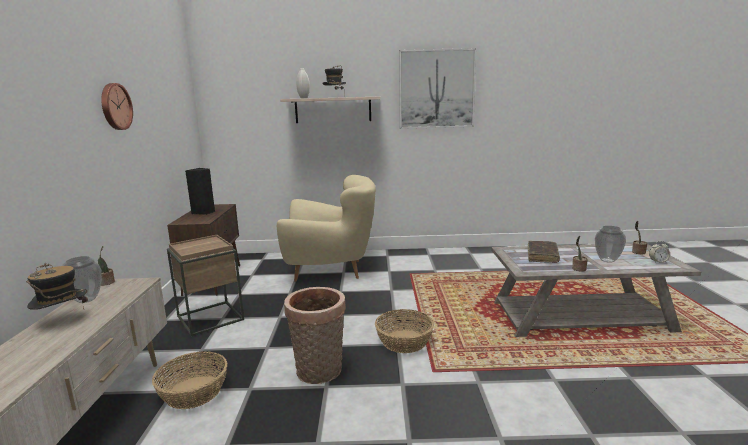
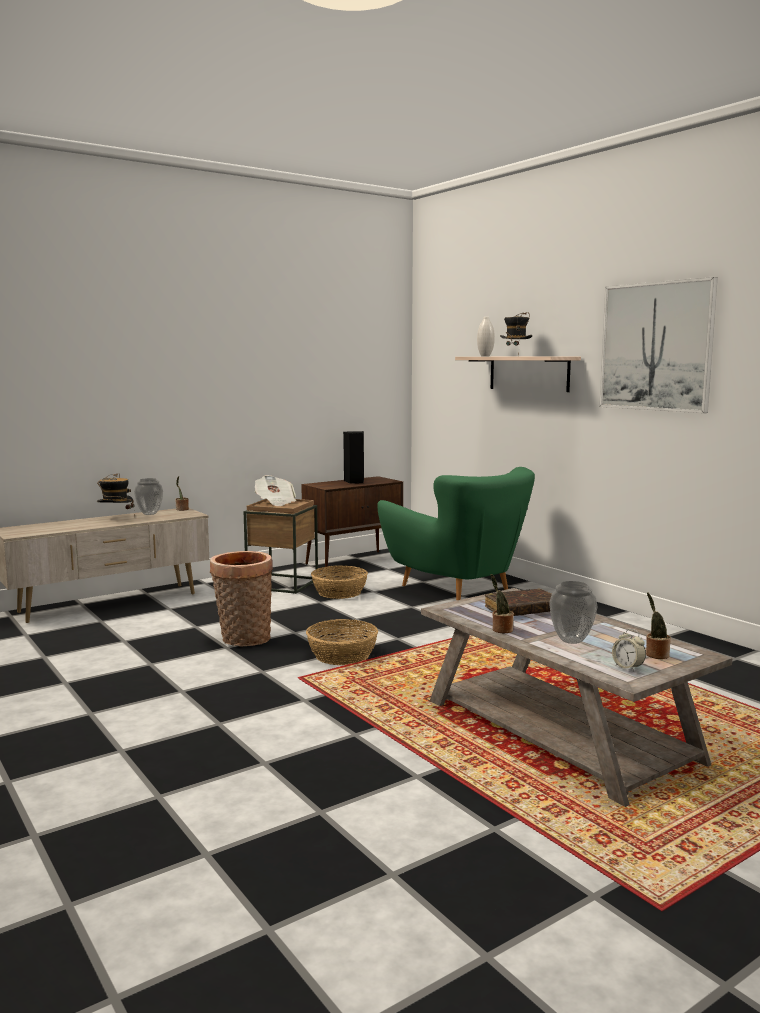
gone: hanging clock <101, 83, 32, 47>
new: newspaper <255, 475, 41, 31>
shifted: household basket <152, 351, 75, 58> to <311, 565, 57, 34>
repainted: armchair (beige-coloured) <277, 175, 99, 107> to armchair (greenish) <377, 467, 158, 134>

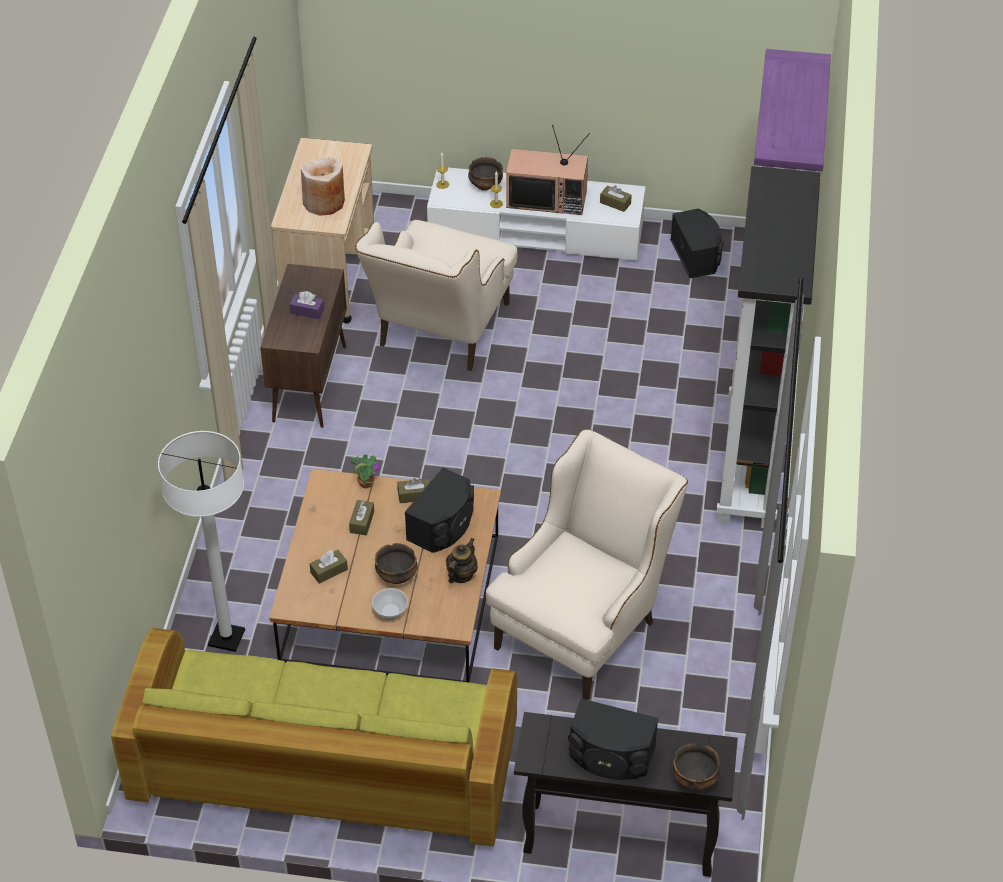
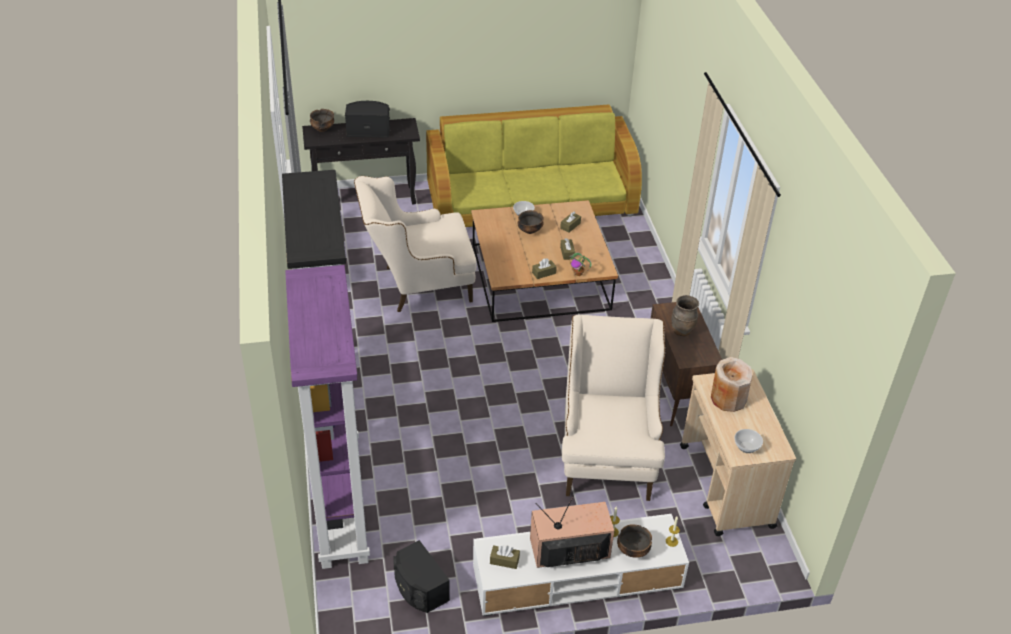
gone: standard lamp (whitish) <158, 431, 87, 221>; loudspeaker (black-coloured) <405, 468, 69, 85>; pot for tea <446, 538, 32, 45>
new: deep dish <734, 429, 29, 24>
swapped: box of tissues (purplish) <289, 291, 35, 28> to decorative vase (brown-coloured) <672, 295, 27, 41>
rotated: armchair (beige-coloured) <486, 429, 202, 271> = <354, 176, 123, 136> 60 degrees clockwise

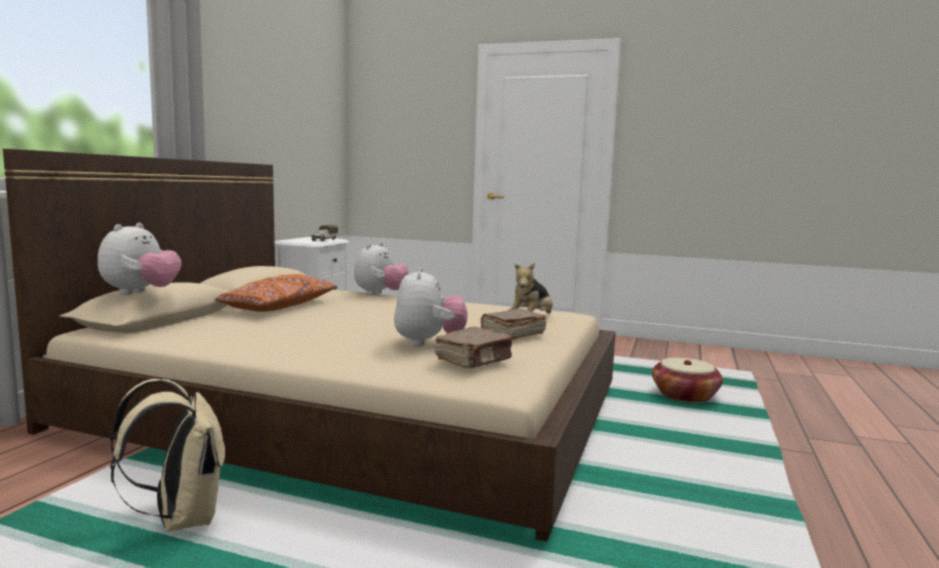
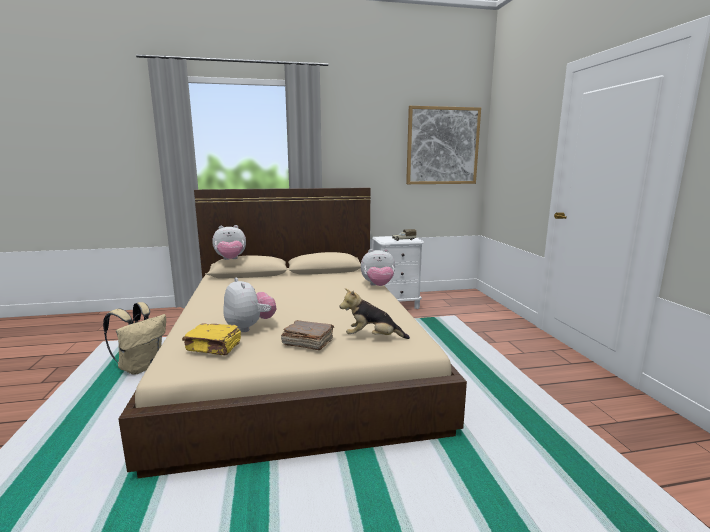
gone: throw pillow (orange-coloured) <214, 274, 123, 38>; household basket <652, 358, 71, 45>
new: picture <406, 106, 75, 78>
repainted: book (brown-coloured) <435, 327, 77, 41> to book (yellow) <182, 323, 59, 32>
rotated: plush toy <394, 267, 74, 79> = <223, 277, 53, 55> 90 degrees counterclockwise

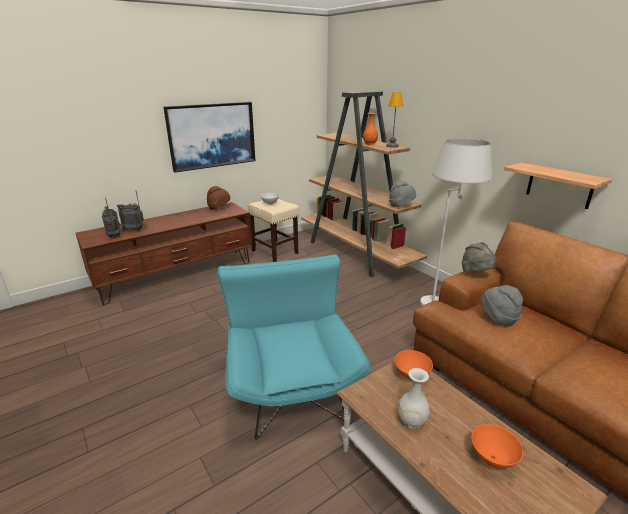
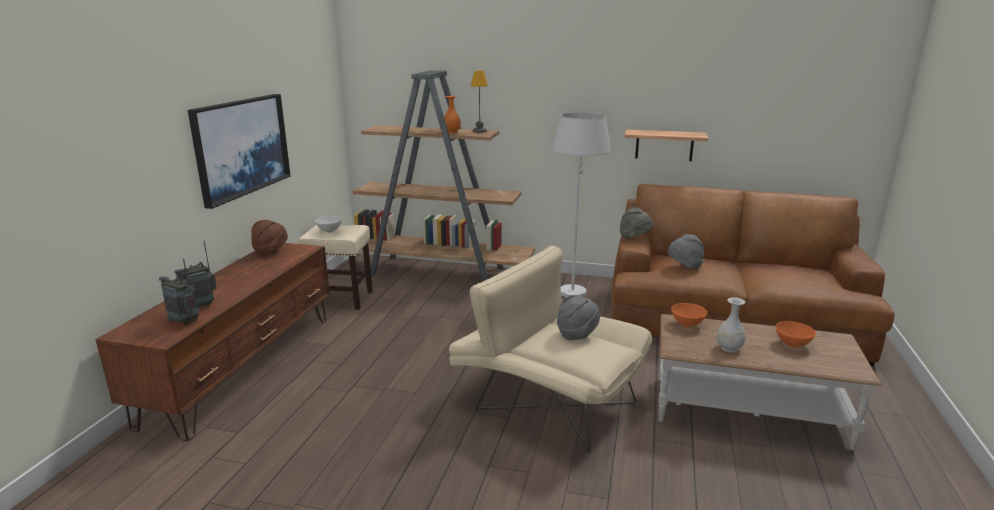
shifted: wearable hat (gray) <389, 181, 27, 26> to <557, 295, 43, 45>
repainted: armchair (turquoise-coloured) <218, 254, 153, 186> to armchair (beige-coloured) <449, 246, 203, 207>

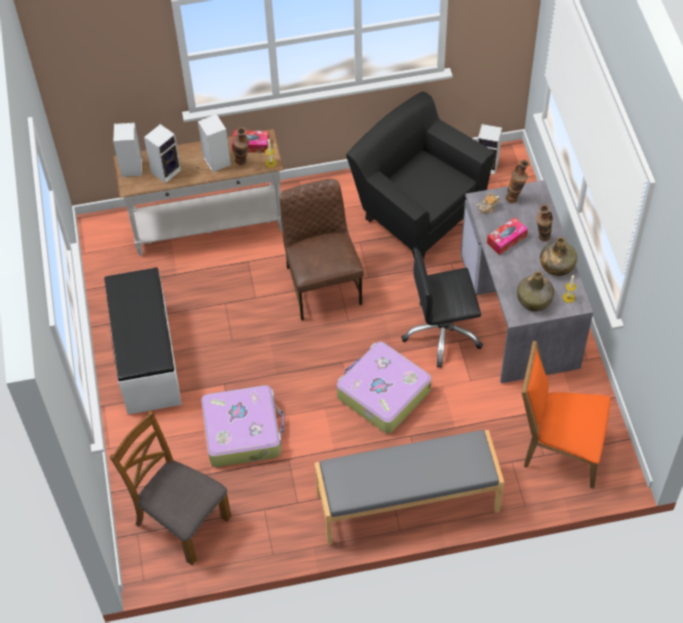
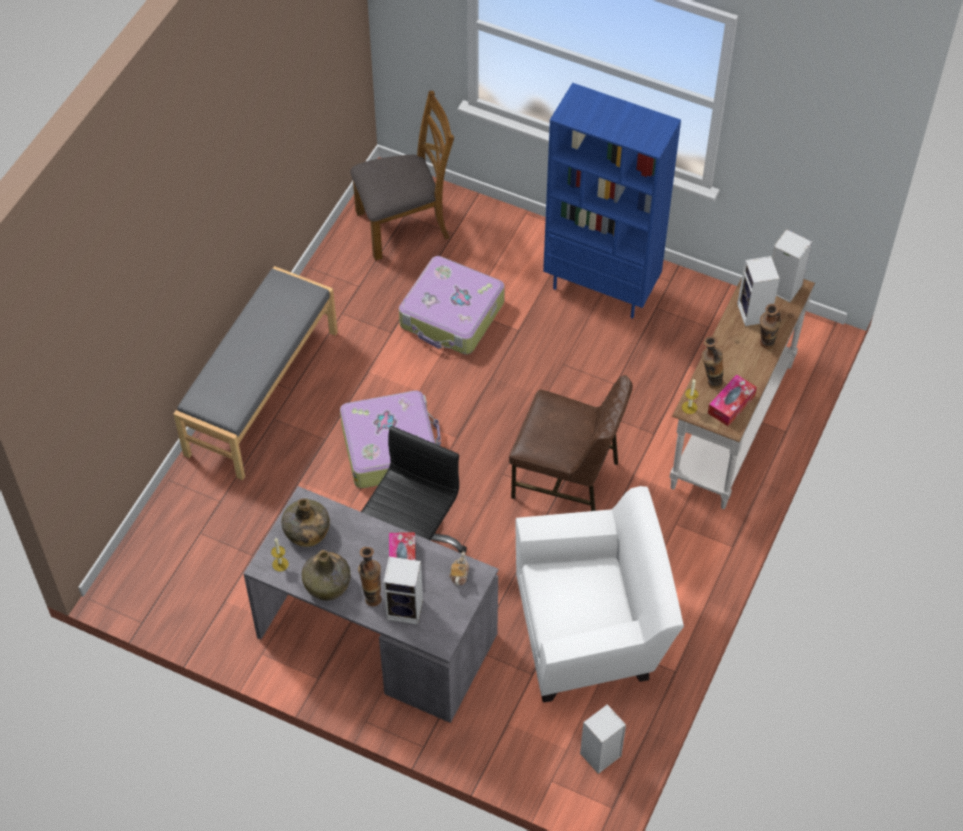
gone: upright chair (orange-coloured) <522, 340, 88, 149>
shifted: loudspeaker <198, 114, 33, 58> to <383, 556, 40, 68>; decorative vase <506, 159, 24, 44> to <760, 304, 21, 45>
swapped: bench (whitish) <104, 267, 78, 148> to shelving unit (blue) <543, 83, 138, 235>
repainted: armchair (black-coloured) <346, 91, 148, 169> to armchair (whitish) <516, 486, 168, 217>

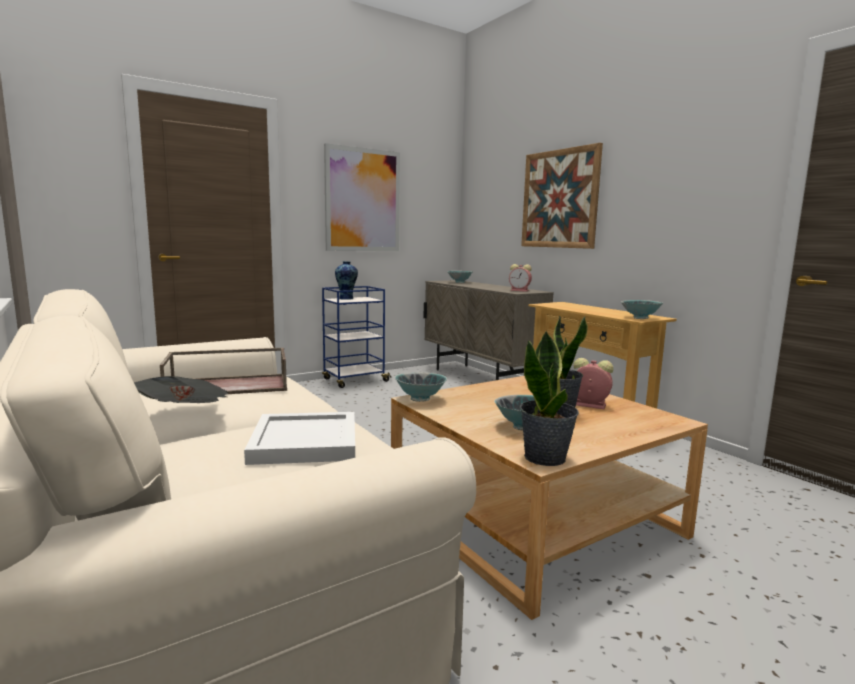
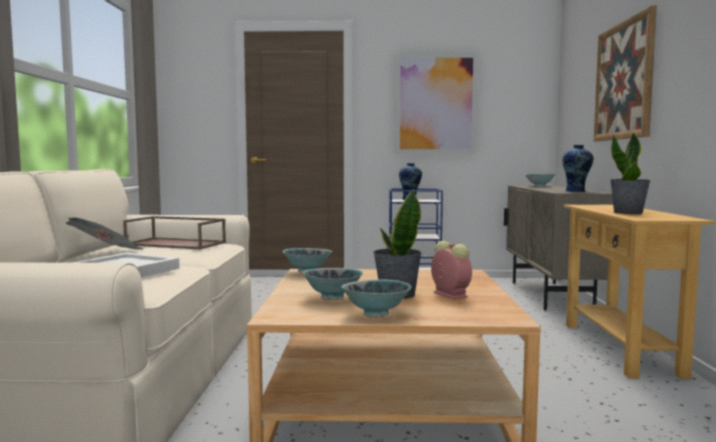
shifted: plant in a pot <520, 330, 59, 136> to <610, 132, 41, 82>; deep dish <621, 300, 42, 19> to <341, 280, 71, 38>
swapped: alarm clock <509, 264, 23, 28> to decorative vase <562, 145, 31, 47>

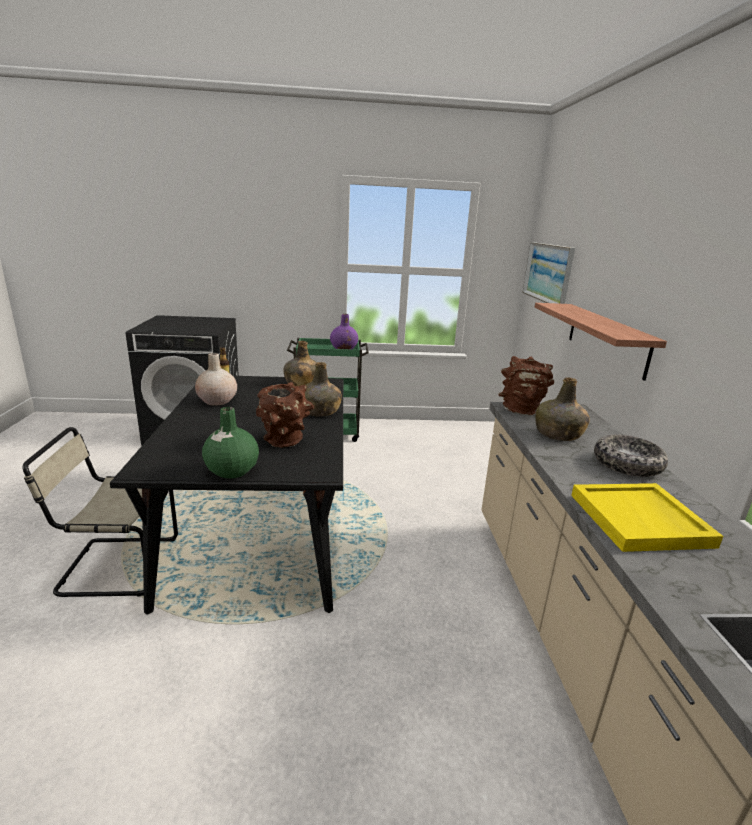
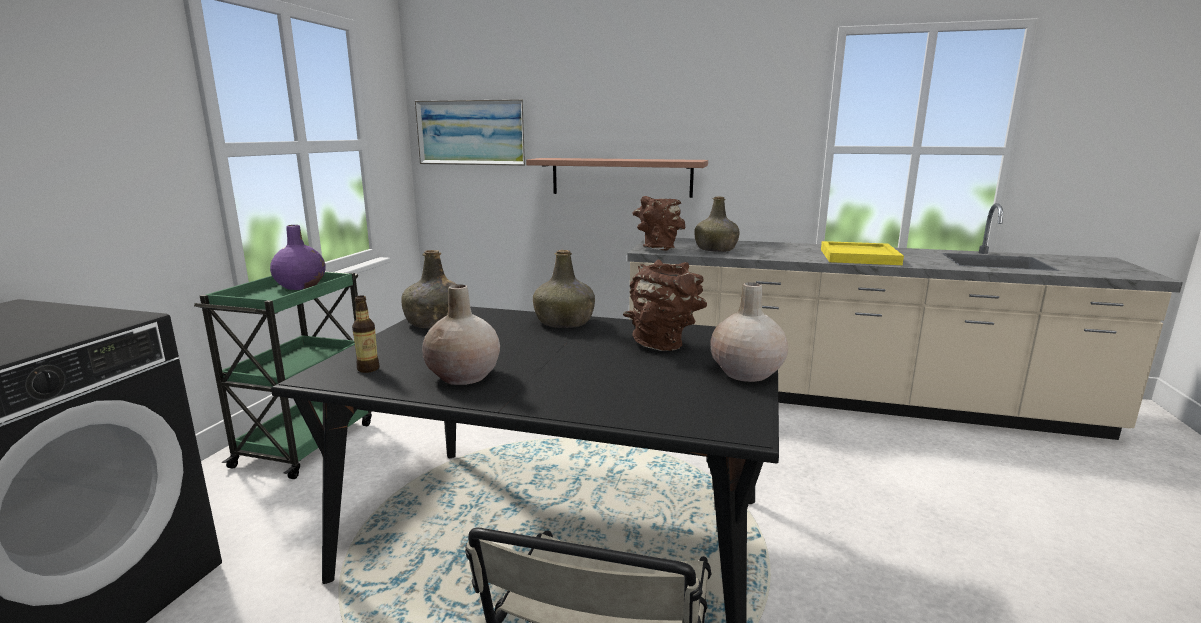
gone: deep dish <594, 435, 74, 42>
repainted: decorative vase (greenish) <202, 407, 57, 72> to decorative vase (beige-coloured) <710, 282, 78, 100>

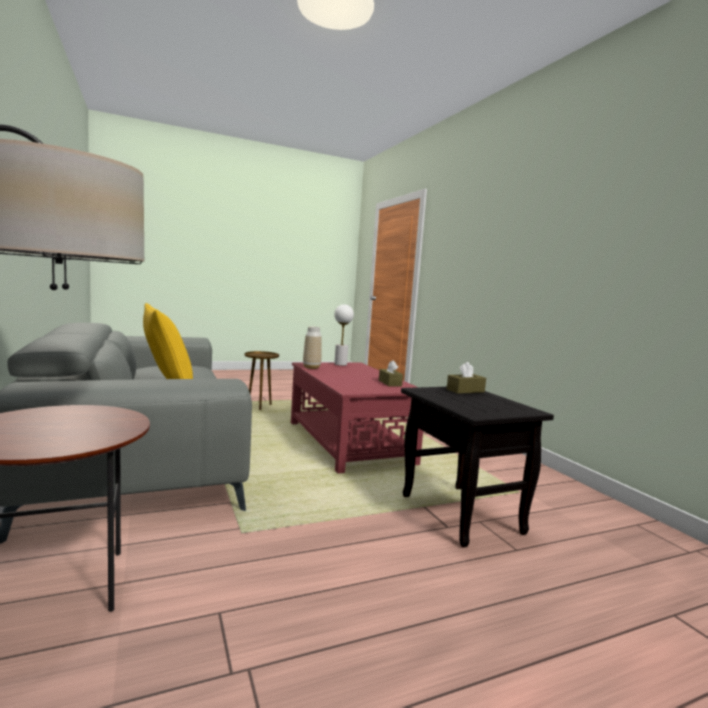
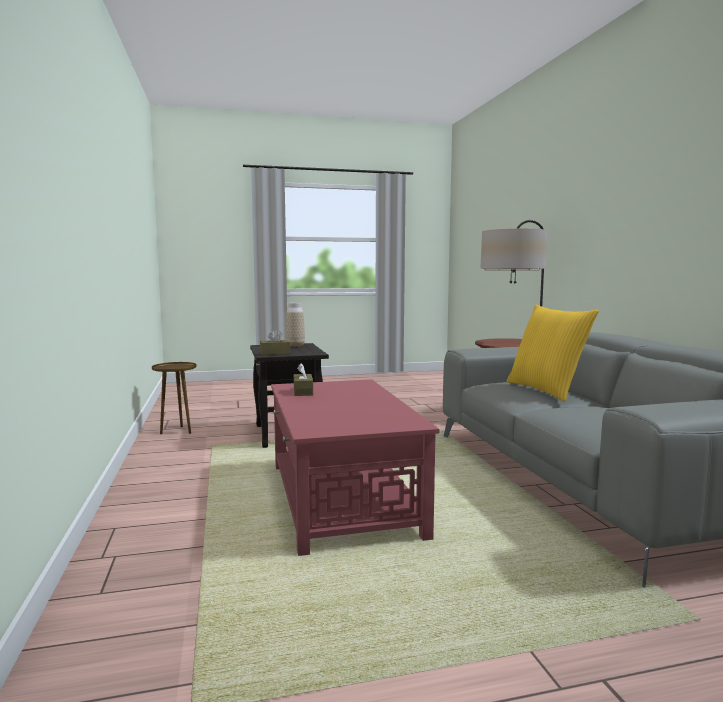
gone: tabletop lamp (whitish) <334, 304, 20, 62>
shifted: end table (brown-coloured) <244, 351, 35, 59> to <152, 362, 45, 72>; decorative vase <303, 326, 19, 43> to <286, 302, 19, 44>

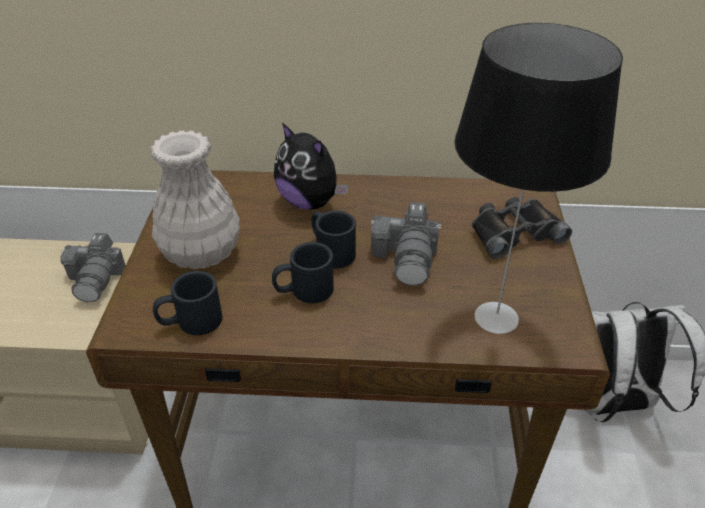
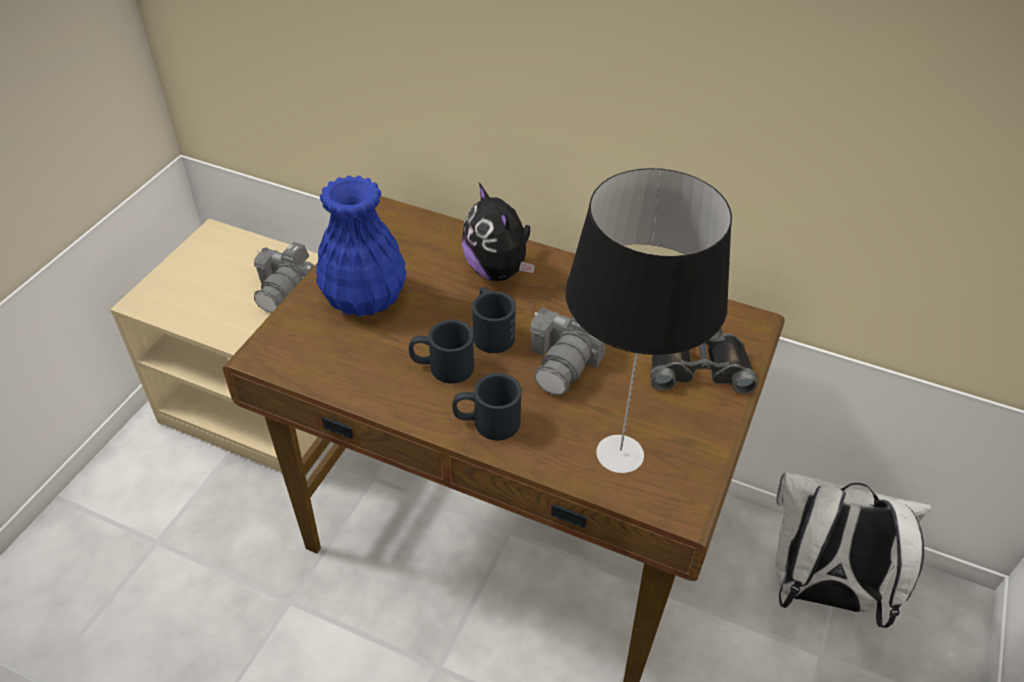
shifted: tea mug (black-coloured) <153, 271, 70, 64> to <452, 373, 70, 67>
repainted: decorative vase (whitish) <150, 130, 90, 139> to decorative vase (blue) <316, 175, 91, 141>

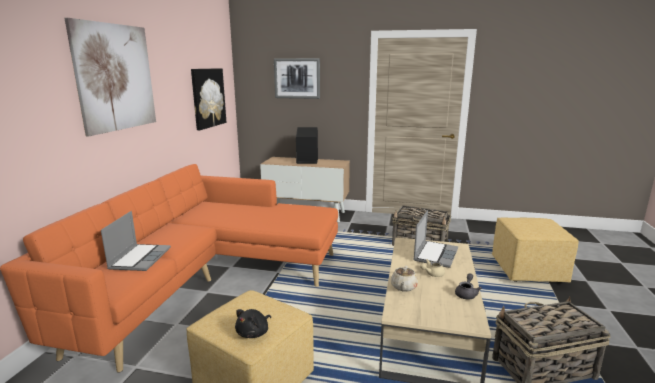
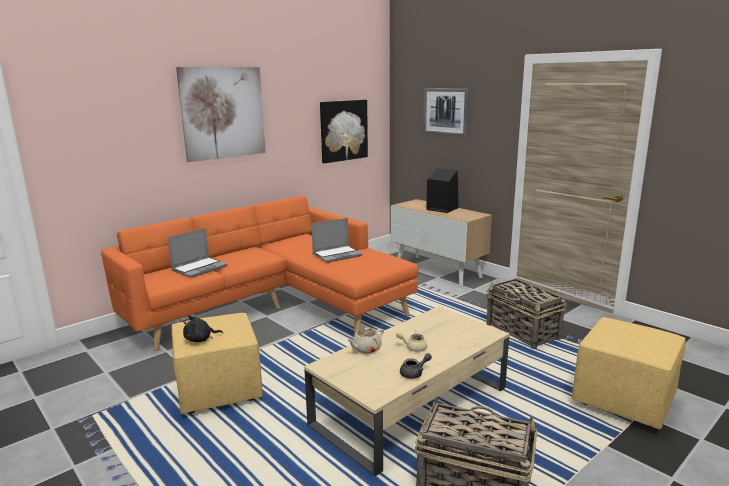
shifted: notebook computer <413, 210, 45, 58> to <311, 218, 51, 45>

